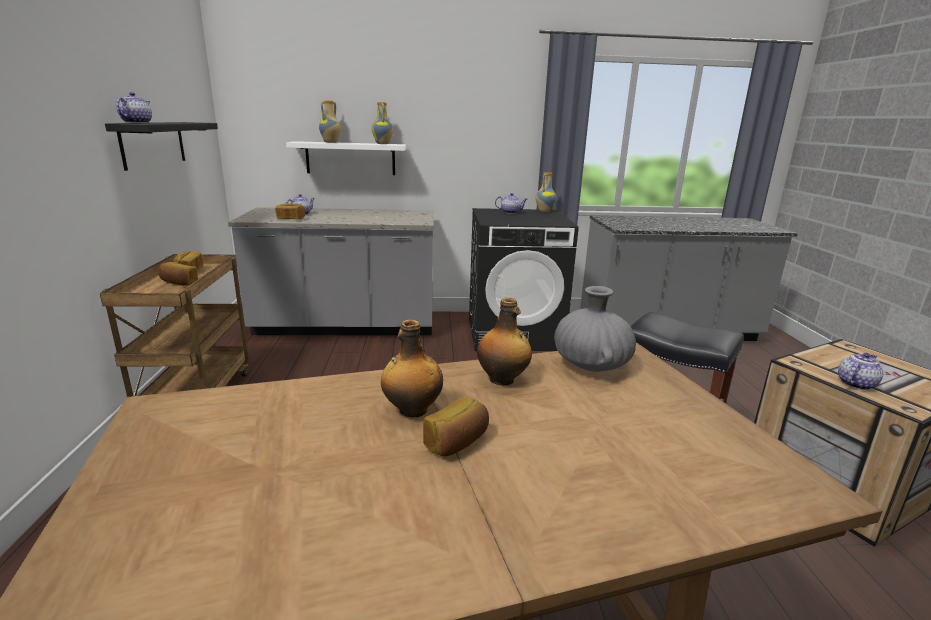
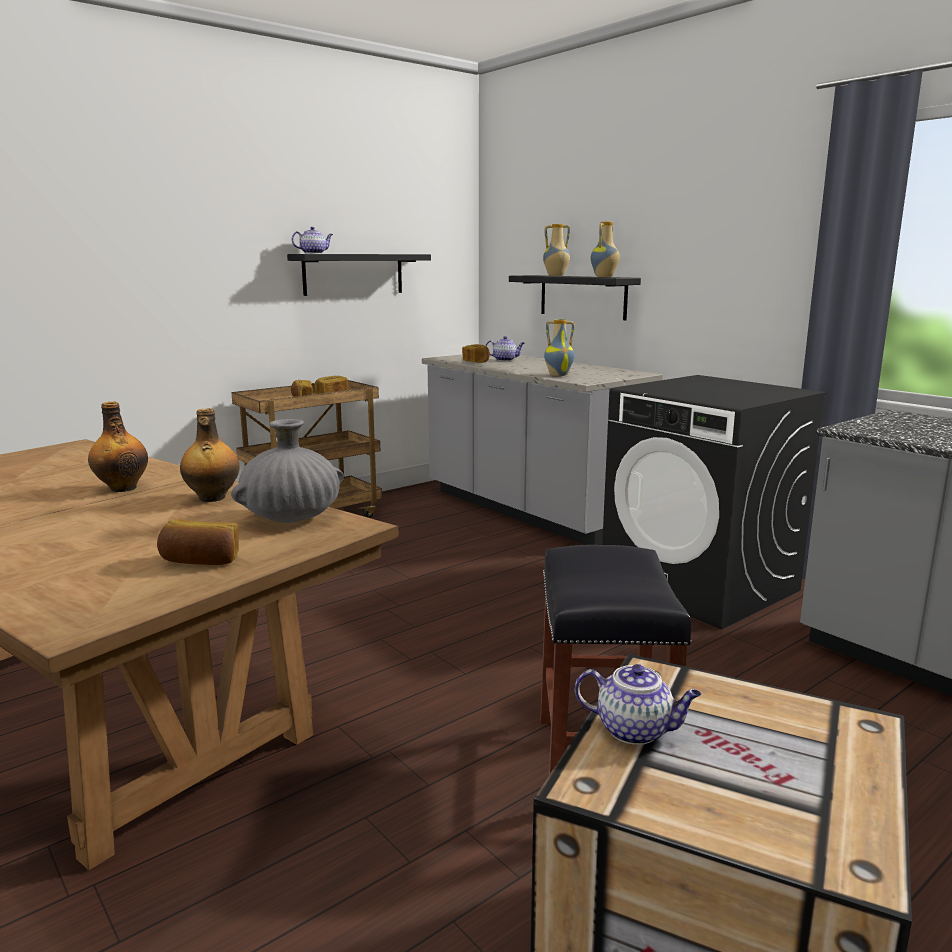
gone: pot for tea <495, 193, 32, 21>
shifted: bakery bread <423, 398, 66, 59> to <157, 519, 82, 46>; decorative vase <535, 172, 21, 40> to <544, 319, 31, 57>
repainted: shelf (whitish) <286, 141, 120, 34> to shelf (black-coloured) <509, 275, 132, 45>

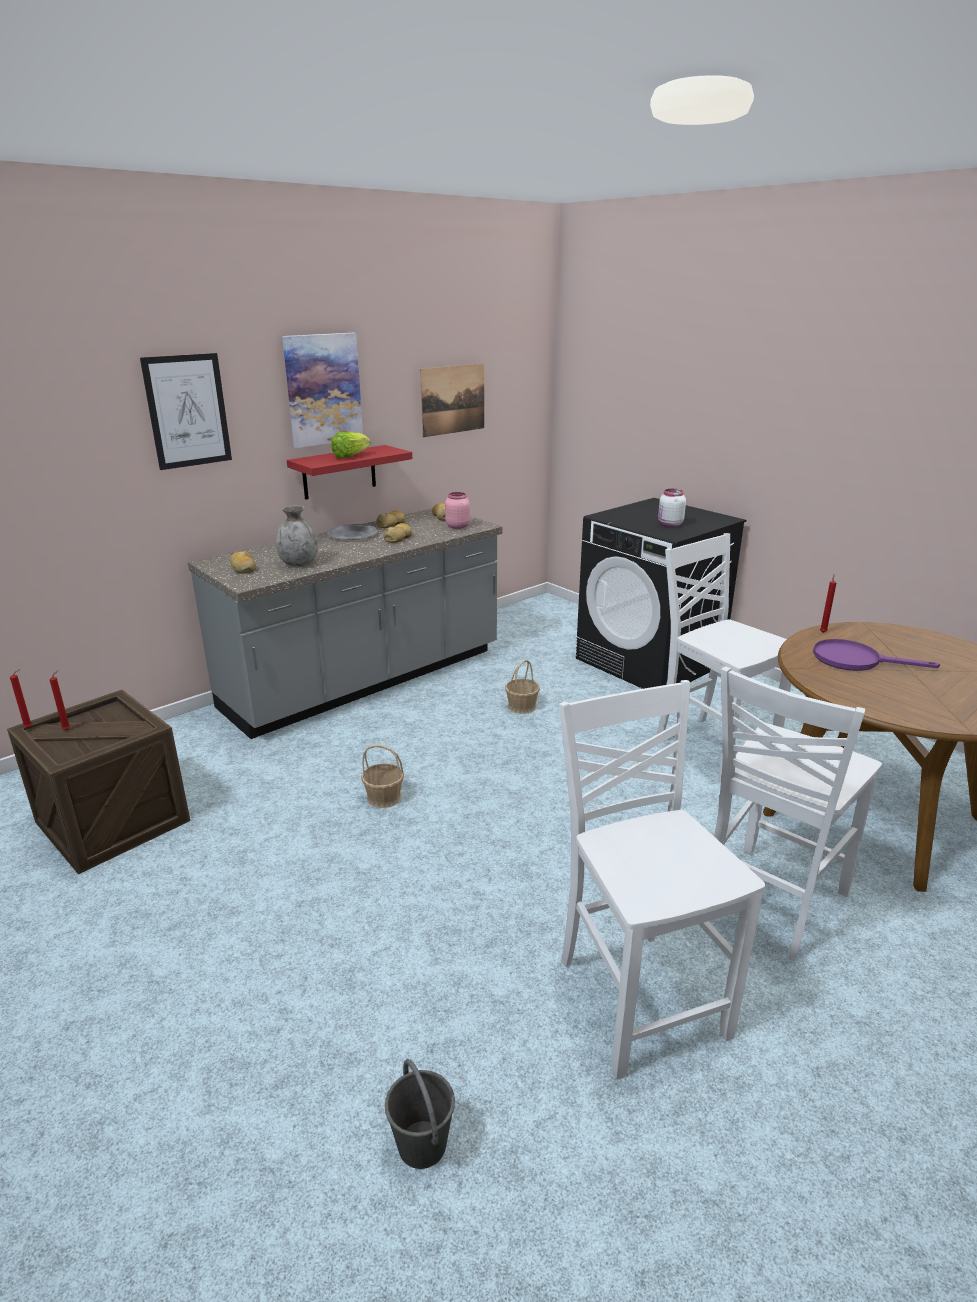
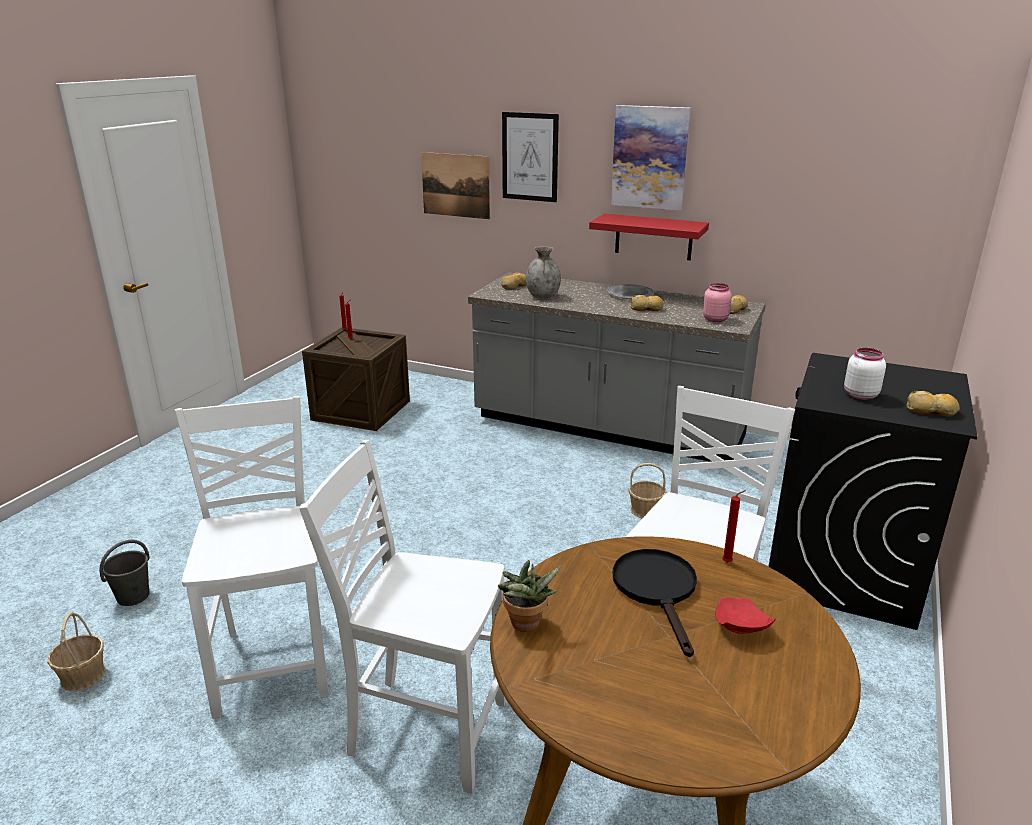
gone: head of lettuce <331, 432, 40, 27>
new: plant in a pot <498, 560, 63, 72>; dinner plate (red-coloured) <715, 597, 61, 37>
shifted: household basket <361, 744, 43, 64> to <47, 612, 58, 79>; bakery bread <376, 510, 30, 18> to <907, 391, 53, 26>; picture <420, 363, 64, 74> to <421, 152, 69, 67>
repainted: skillet (purplish) <813, 639, 127, 32> to skillet (black-coloured) <613, 549, 84, 108>
rotated: upright chair (whitish) <559, 680, 206, 400> = <175, 396, 154, 323> 60 degrees counterclockwise

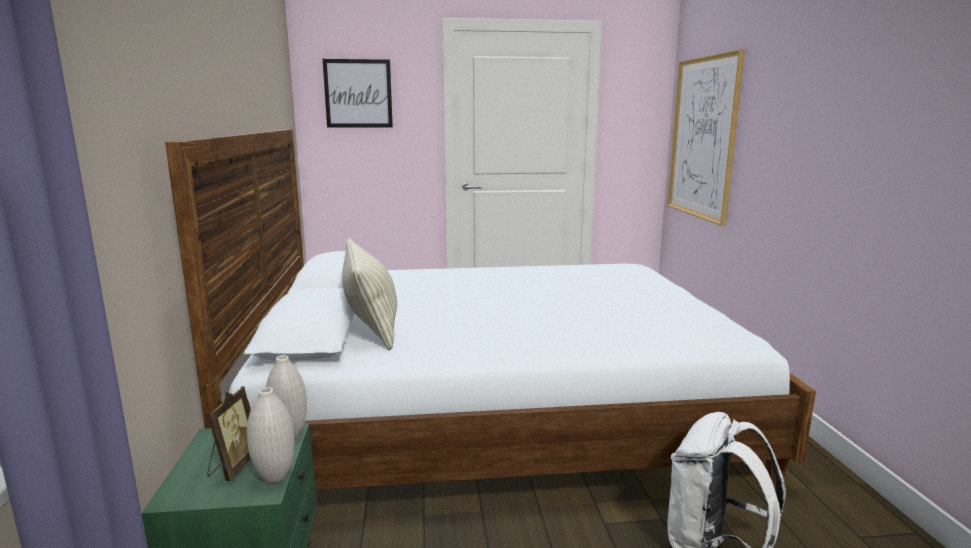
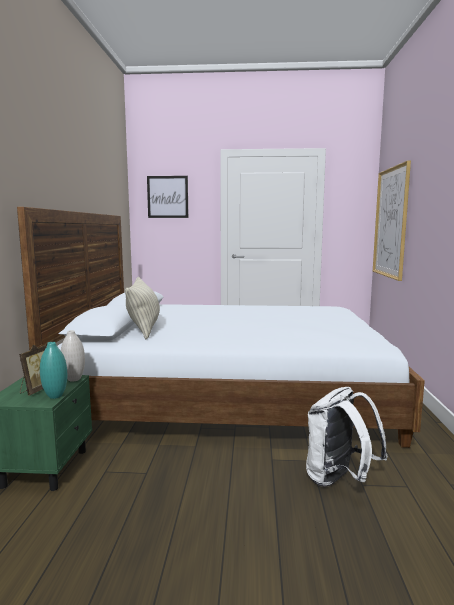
repainted: decorative vase (whitish) <247, 387, 47, 96> to decorative vase (turquoise-coloured) <40, 342, 27, 57>

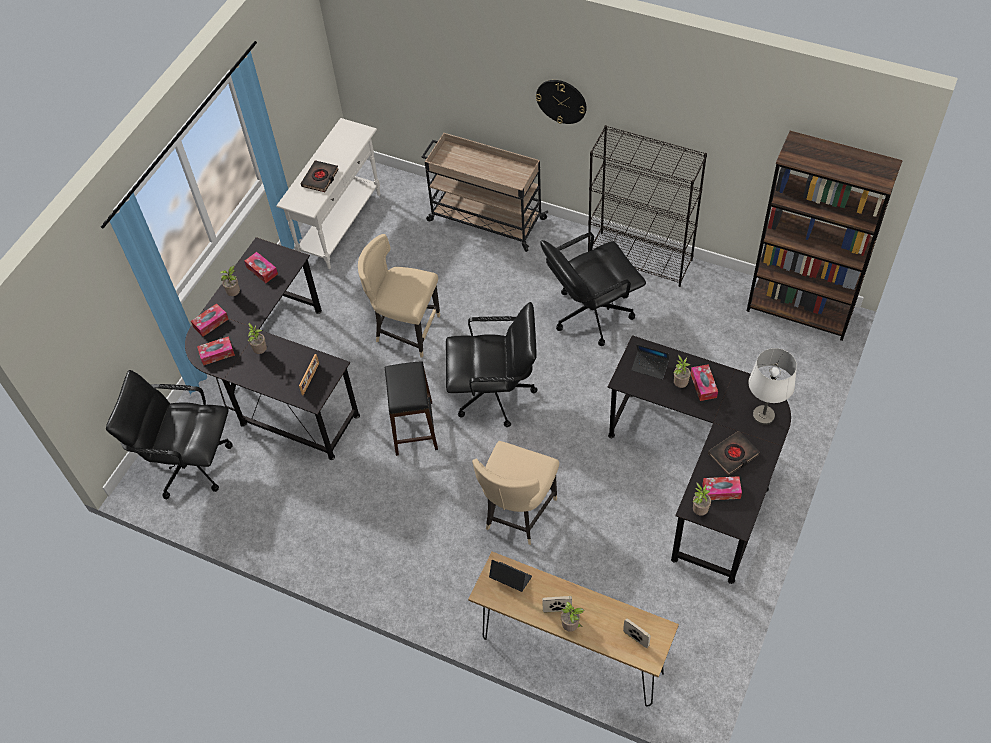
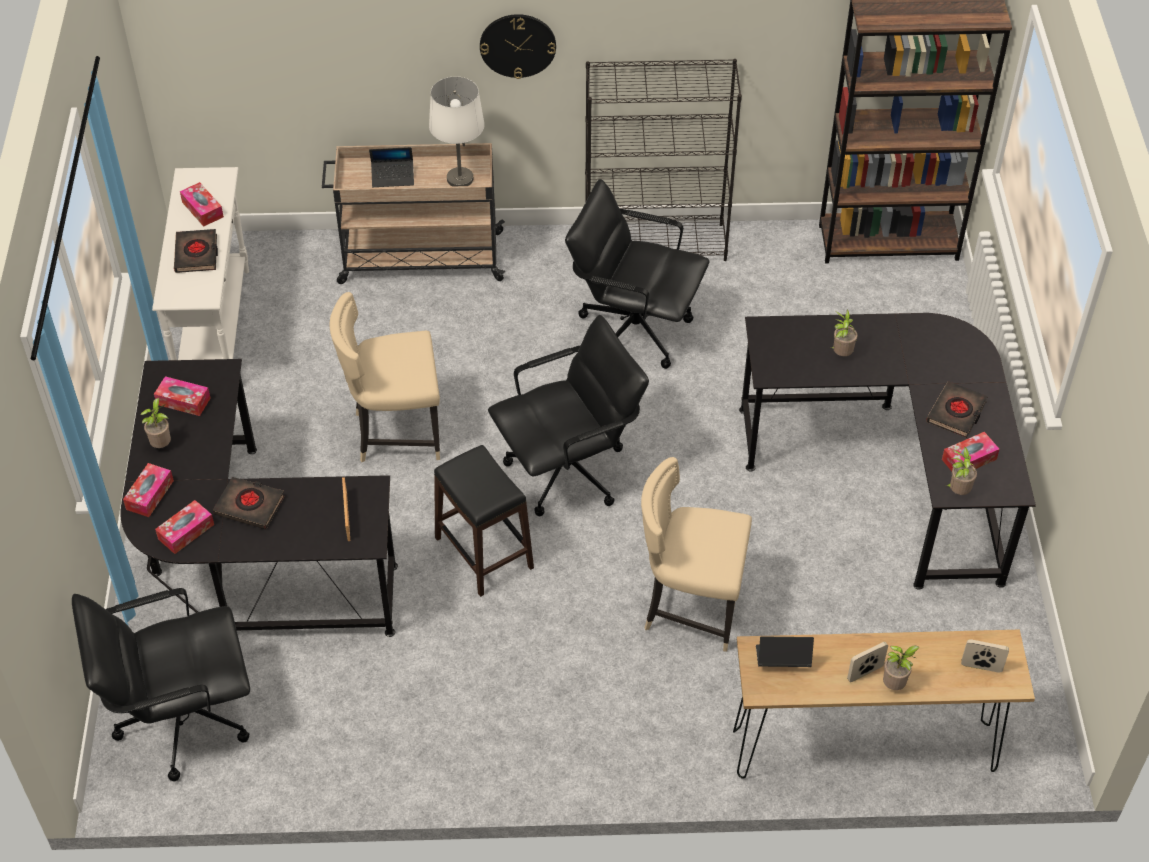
shifted: notebook computer <631, 344, 38, 35> to <369, 147, 45, 40>; box of tissues <691, 364, 27, 37> to <180, 182, 44, 45>; tabletop lamp (whitish) <749, 348, 48, 77> to <429, 77, 56, 109>
swapped: plant in a pot <248, 323, 19, 31> to book (black-coloured) <213, 477, 72, 52>
rotated: upright chair (beige-coloured) <472, 441, 87, 104> = <641, 457, 111, 195> 105 degrees clockwise; office chair (black-coloured) <540, 232, 106, 114> = <565, 179, 144, 190> 75 degrees clockwise

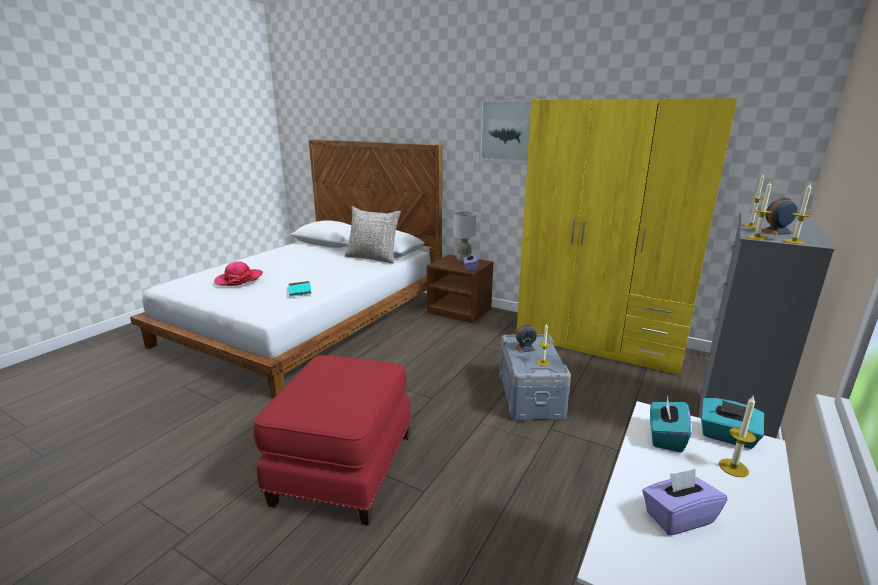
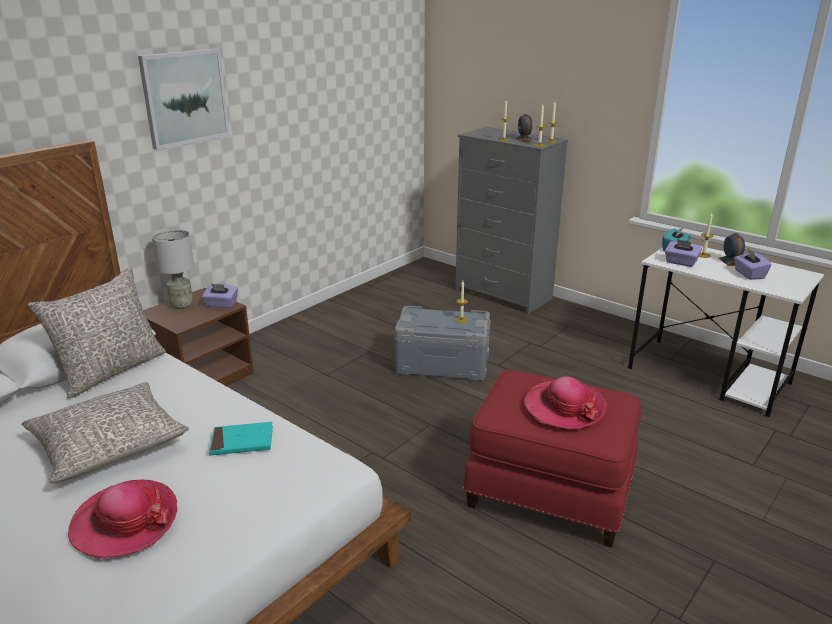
gone: wardrobe (yellow) <517, 98, 220, 278>
new: throw pillow (gray) <21, 382, 168, 101>; wearable hat <524, 377, 83, 52>
shifted: alarm clock <514, 324, 23, 29> to <719, 233, 26, 33>
repainted: box of tissues (turquoise-coloured) <650, 395, 41, 58> to box of tissues (purplish) <665, 239, 37, 28>

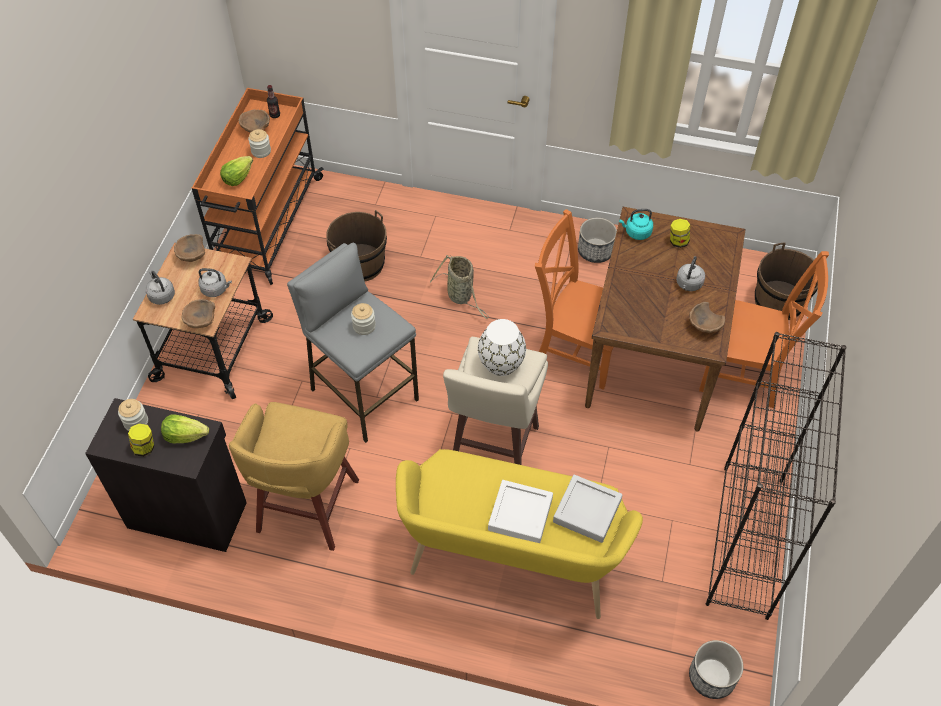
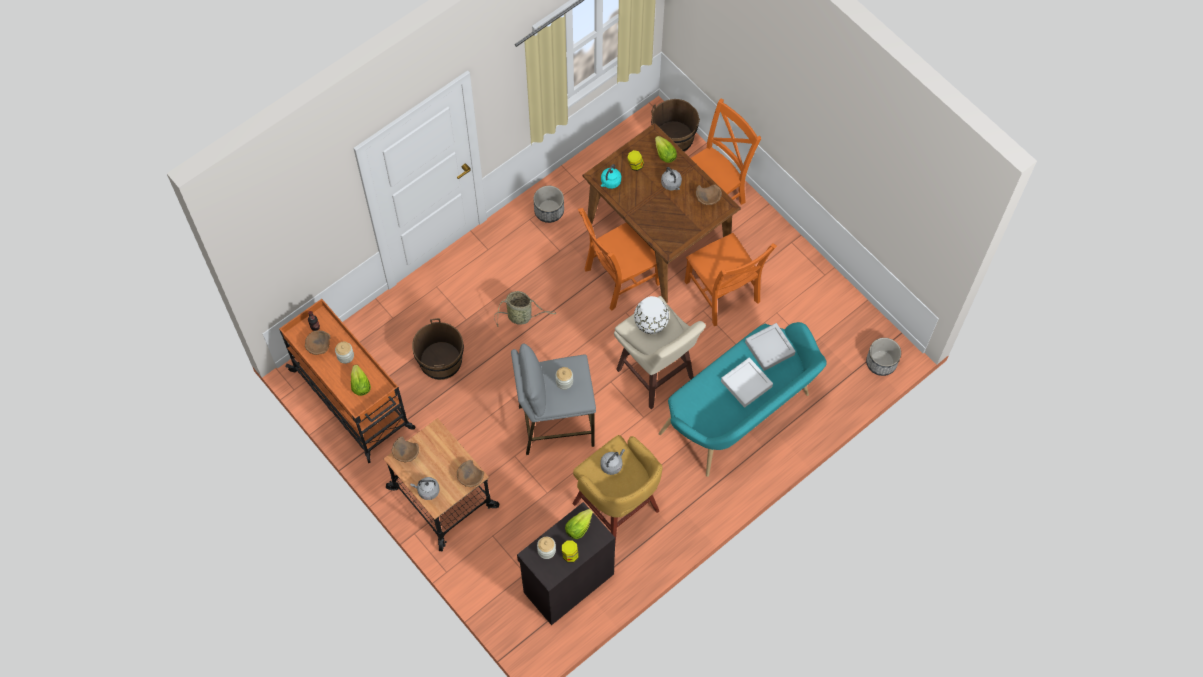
gone: shelving unit (black-coloured) <706, 332, 141, 288>
new: head of lettuce <655, 136, 22, 27>; upright chair (orange-coloured) <684, 233, 93, 93>
shifted: kettle (gray) <198, 268, 34, 29> to <600, 449, 25, 26>
repainted: bench (yellow) <396, 449, 247, 170> to bench (turquoise-coloured) <659, 322, 168, 155>

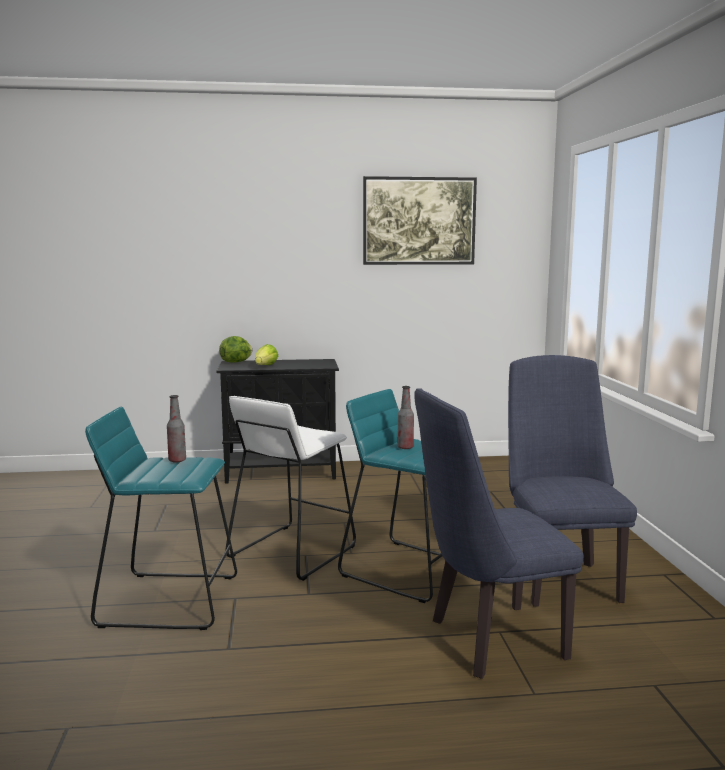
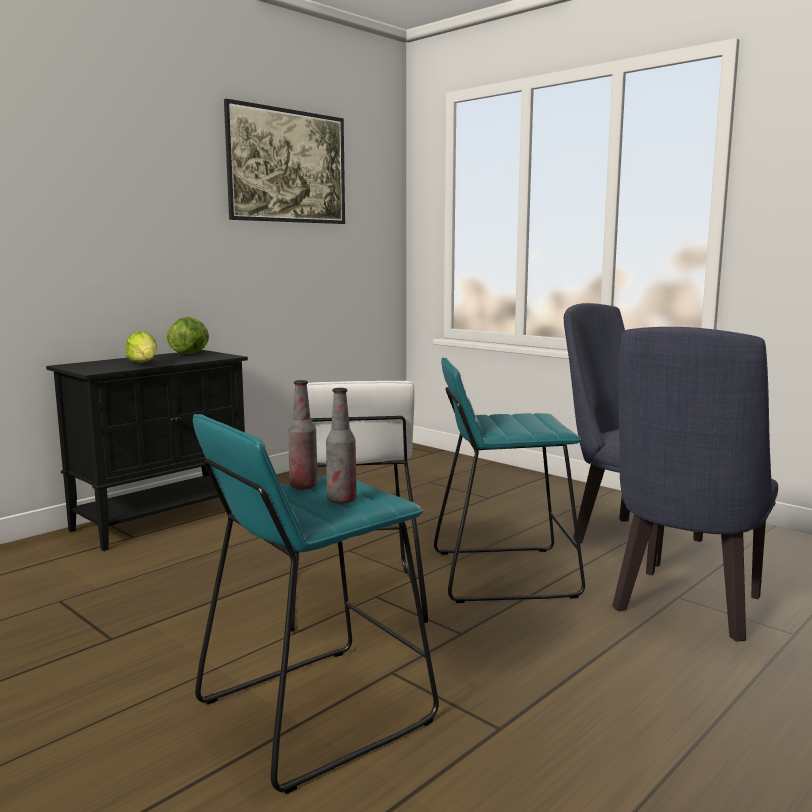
shifted: head of lettuce <219, 336, 33, 27> to <167, 317, 42, 38>; beverage bottle <397, 386, 17, 63> to <326, 388, 31, 116>

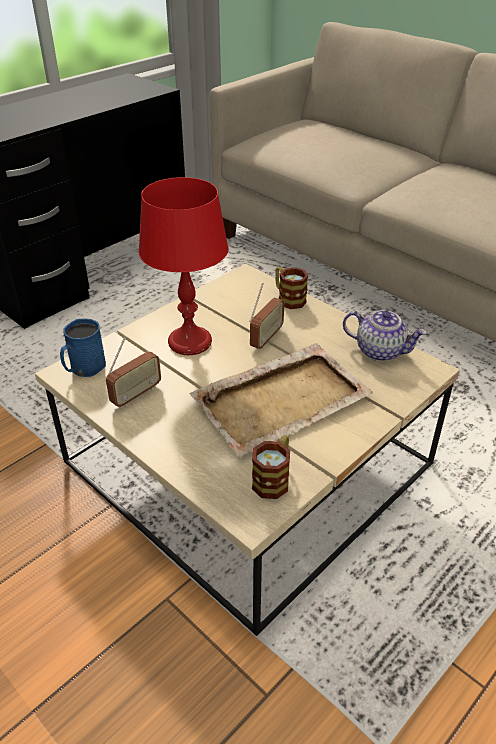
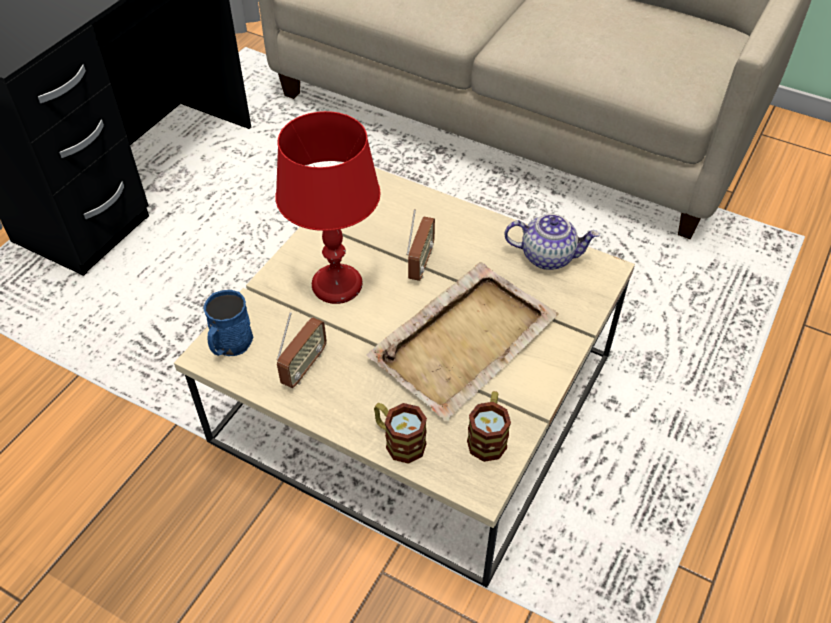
shifted: tea mug <275, 267, 33, 42> to <374, 403, 53, 61>

